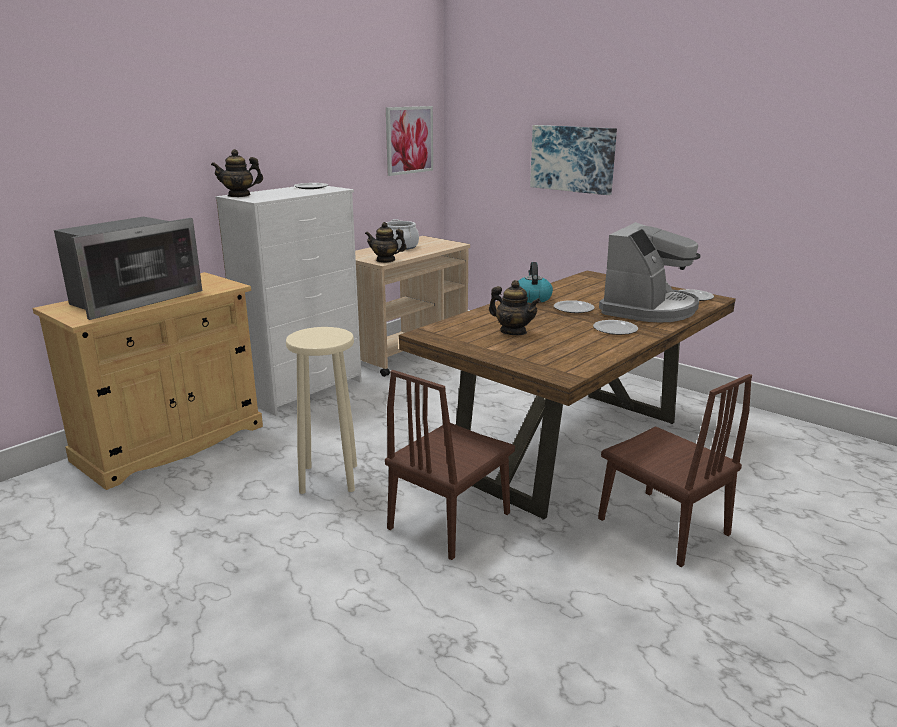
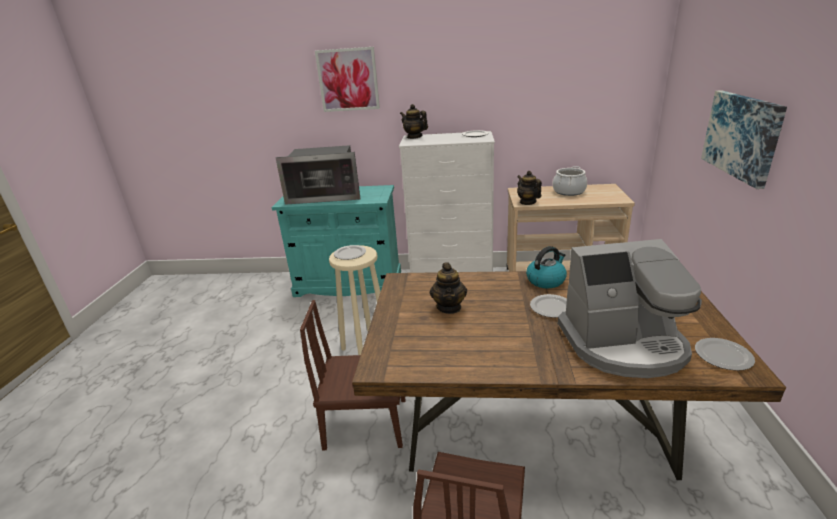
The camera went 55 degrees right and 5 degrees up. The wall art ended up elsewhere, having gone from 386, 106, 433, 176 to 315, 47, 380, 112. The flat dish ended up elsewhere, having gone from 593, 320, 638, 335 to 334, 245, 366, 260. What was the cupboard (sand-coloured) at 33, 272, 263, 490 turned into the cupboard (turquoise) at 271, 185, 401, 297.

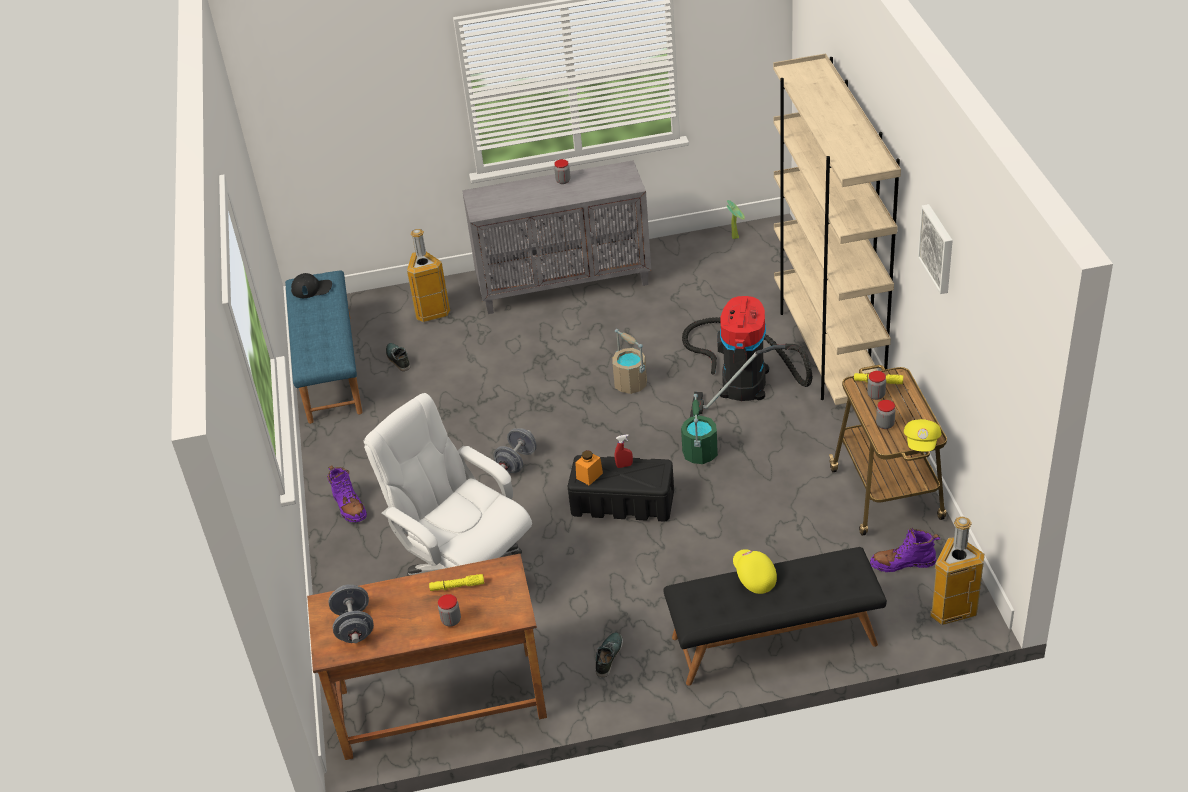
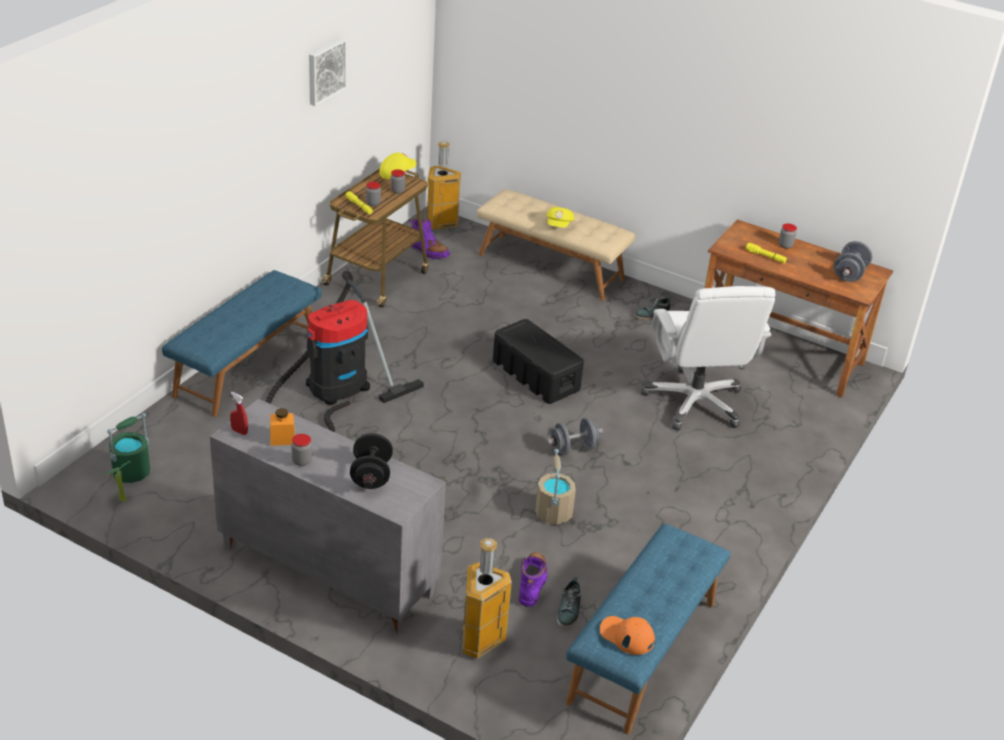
The camera went 145 degrees left and 5 degrees down. The second view gained the hand weight (black-coloured) at 350, 433, 393, 489. The tall boot (purple-coloured) ended up elsewhere, having gone from 327, 465, 367, 522 to 519, 552, 548, 607. The preserve jar (orange) ended up elsewhere, having gone from 575, 450, 603, 486 to 270, 408, 295, 446. The bucket (sand-coloured) ended up elsewhere, having gone from 612, 329, 647, 394 to 535, 449, 576, 525. The hand sprayer (red) ended up elsewhere, having gone from 615, 435, 633, 468 to 230, 392, 248, 435. The bucket (greenish) ended up elsewhere, having gone from 681, 394, 718, 464 to 107, 413, 150, 483. Where the bookcase (sand-coloured) stood at 773, 53, 901, 405, the long seat (bluish) came to stand at 162, 270, 322, 417. What was the peaked cap (black-coloured) at 291, 273, 332, 298 turned into the peaked cap (orange) at 600, 616, 655, 655. What was the long seat (black-coloured) at 664, 547, 887, 686 turned into the long seat (sand-coloured) at 477, 189, 635, 301.

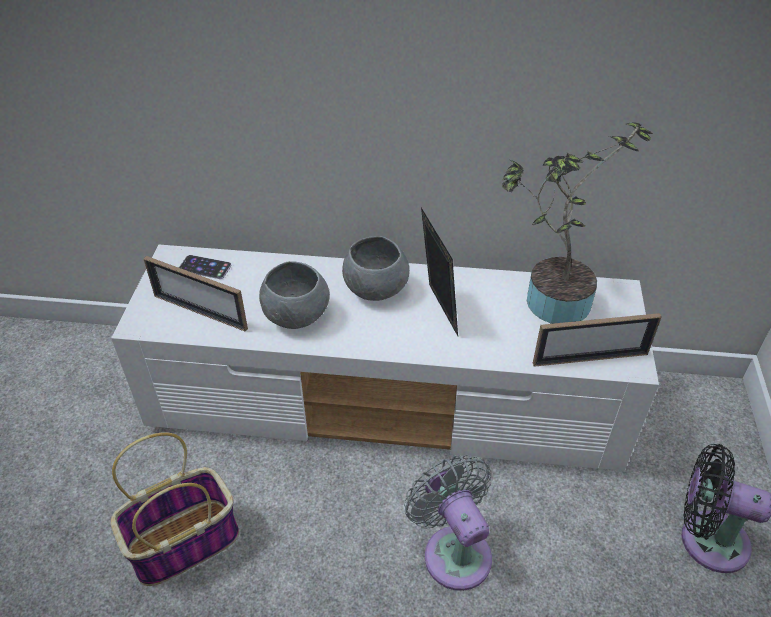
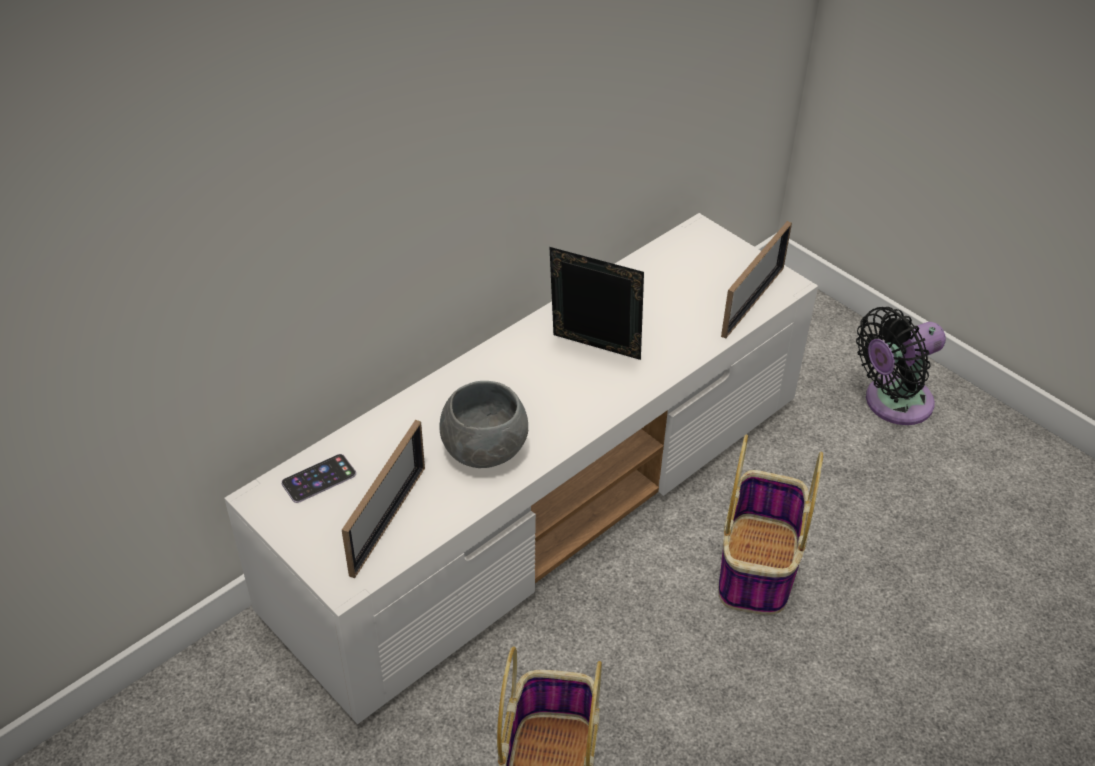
The camera went 50 degrees left and 0 degrees up. The second view lost the bowl (grey) at 342, 236, 409, 301. The second view lost the houseplant at 502, 122, 653, 324. Where the fan (grey) stood at 404, 455, 492, 591, the basket came to stand at 718, 434, 823, 615. The standing frame at 143, 256, 248, 332 ended up facing another way, 45 degrees counterclockwise from before.

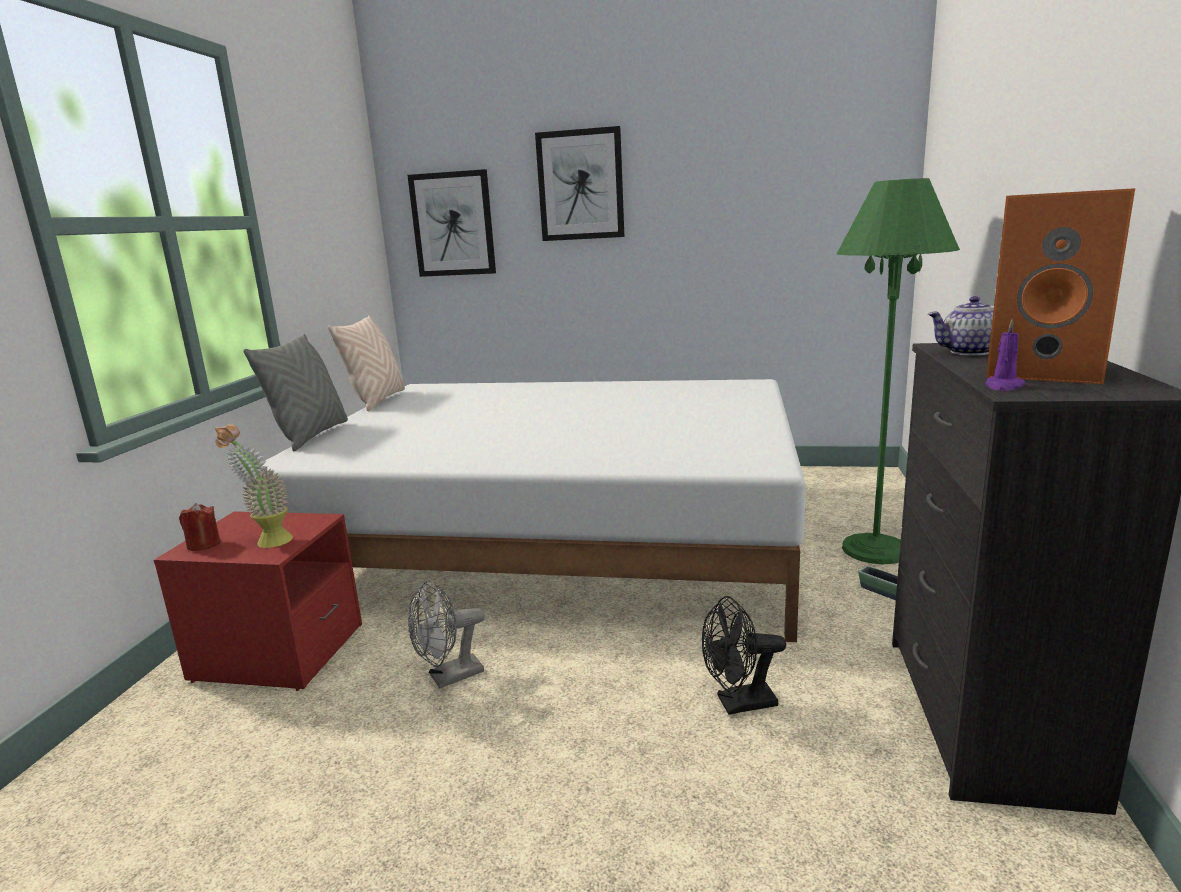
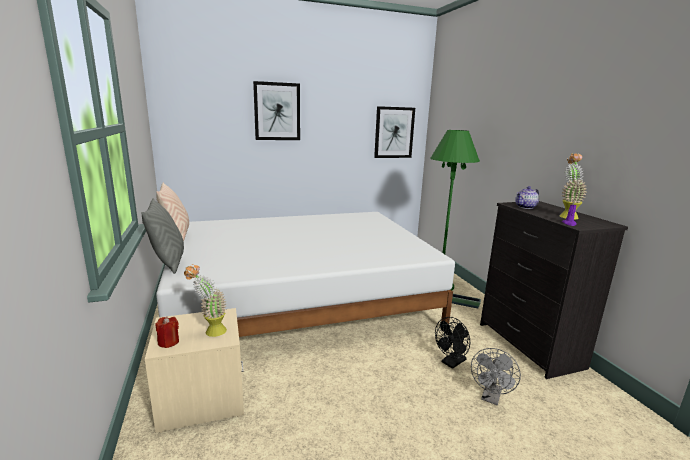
The camera went 30 degrees left and 0 degrees up. The wall art ended up elsewhere, having gone from 407, 169, 496, 277 to 374, 106, 415, 158. The fan (grey) ended up elsewhere, having gone from 408, 581, 485, 688 to 471, 348, 521, 405. Where the speaker (orange) stood at 986, 188, 1135, 384, the houseplant came to stand at 560, 153, 587, 219. What was the nightstand (red) at 154, 511, 362, 691 turned into the nightstand (sand-coloured) at 145, 308, 244, 433.

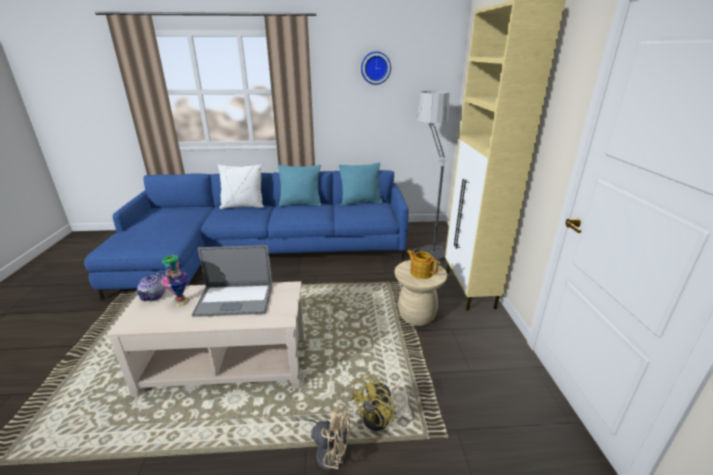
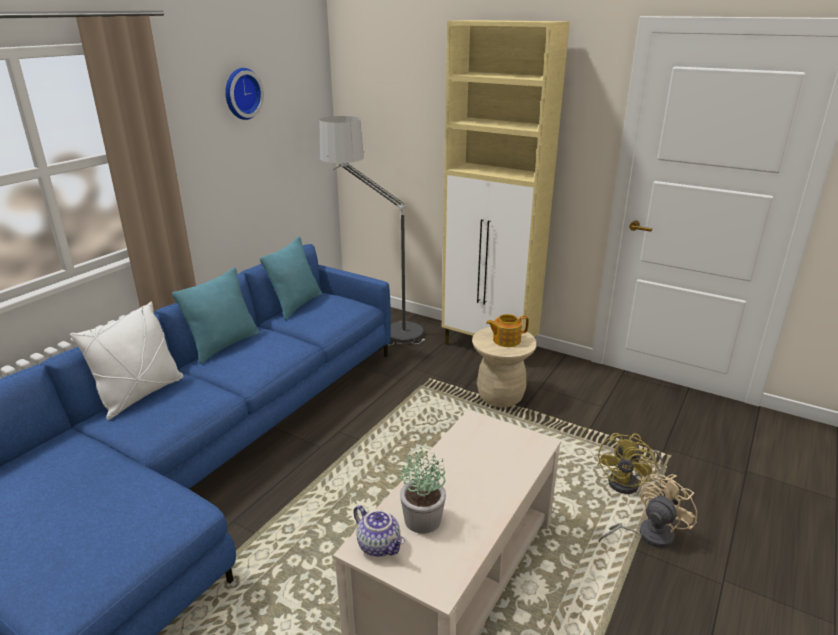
The camera went 55 degrees left and 0 degrees up. The second view lost the notebook computer at 192, 245, 272, 317. Where the flower vase stood at 161, 255, 190, 307, the houseplant came to stand at 400, 447, 446, 534. The fan (yellow) at 350, 374, 422, 431 ended up facing another way, 45 degrees clockwise from before.

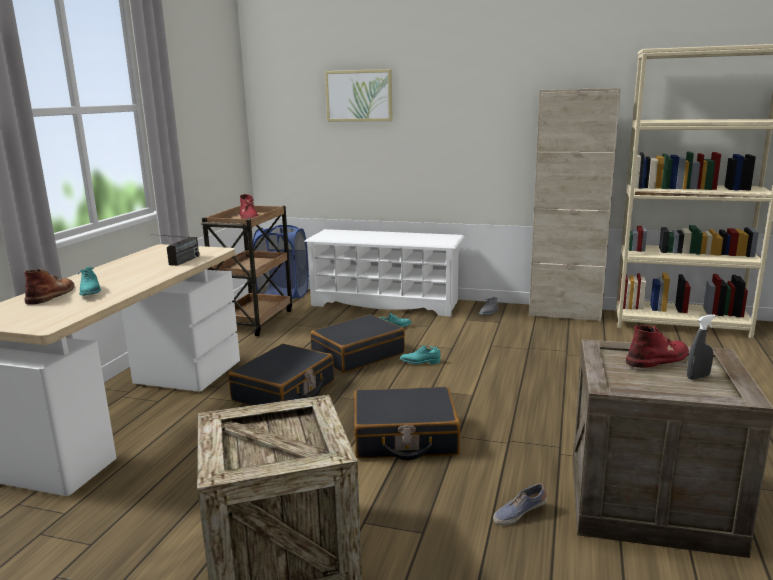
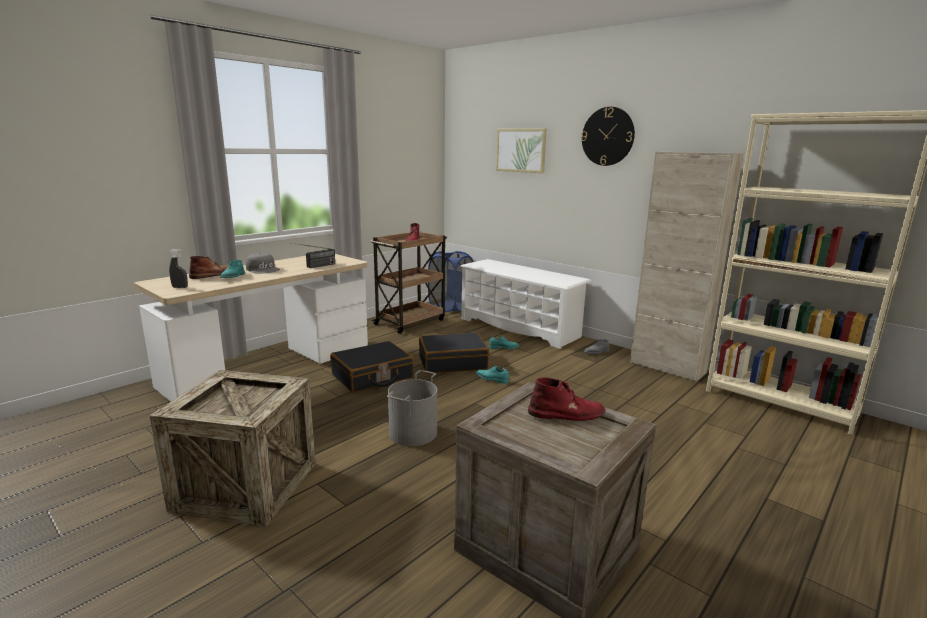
The camera went 25 degrees right and 0 degrees up. The second view lost the item of footwear at 493, 483, 547, 526. The second view gained the peaked cap (grey) at 246, 253, 280, 274. The second view gained the hanging clock at 581, 107, 635, 166. The hand sprayer (grey) ended up elsewhere, having gone from 687, 314, 716, 380 to 169, 249, 188, 288. Where the travel case (black-coloured) stood at 353, 387, 460, 460, the bucket (grey) came to stand at 387, 370, 437, 446.

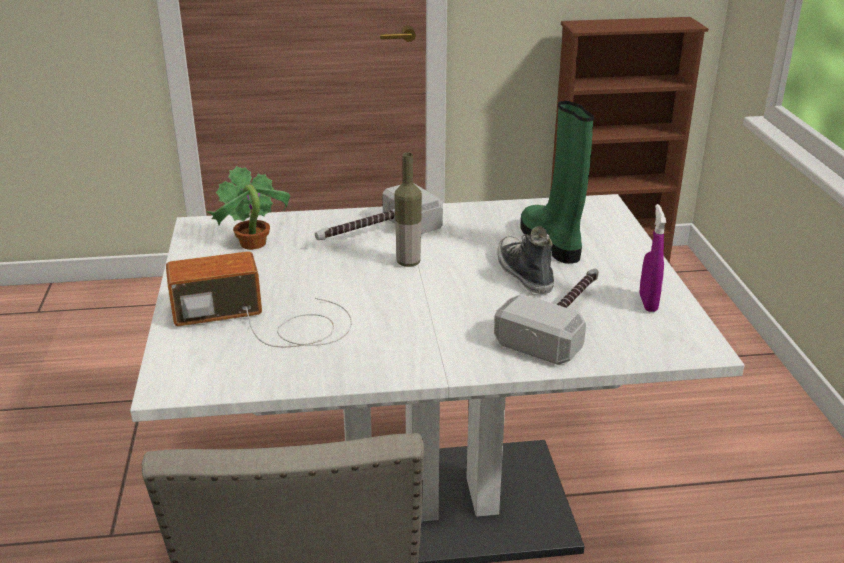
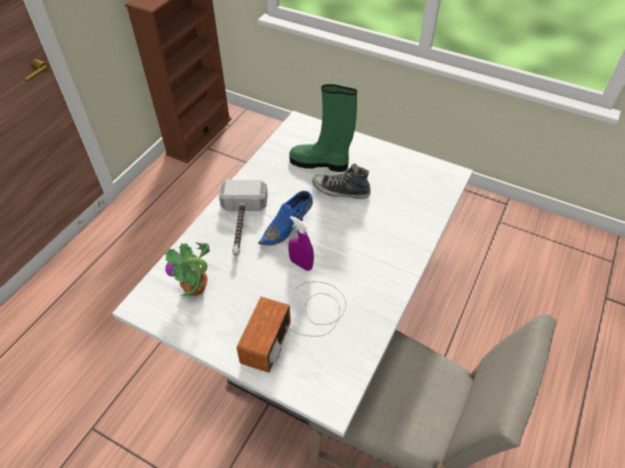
The camera went 55 degrees left and 20 degrees up. The second view lost the hammer at 494, 268, 599, 365. The hand sprayer (purple-coloured) ended up elsewhere, having gone from 640, 204, 666, 312 to 288, 216, 314, 271. Where the bottle stood at 394, 153, 422, 267, the item of footwear (bluish) came to stand at 258, 191, 313, 246.

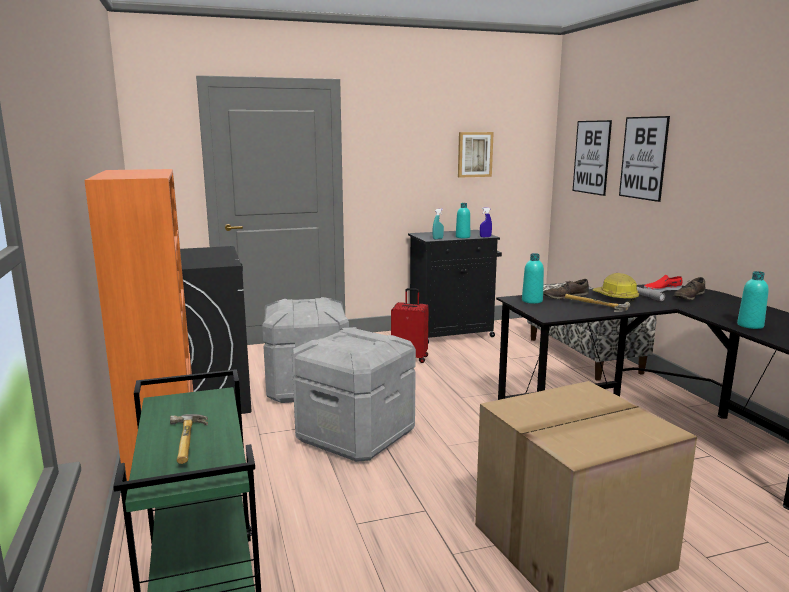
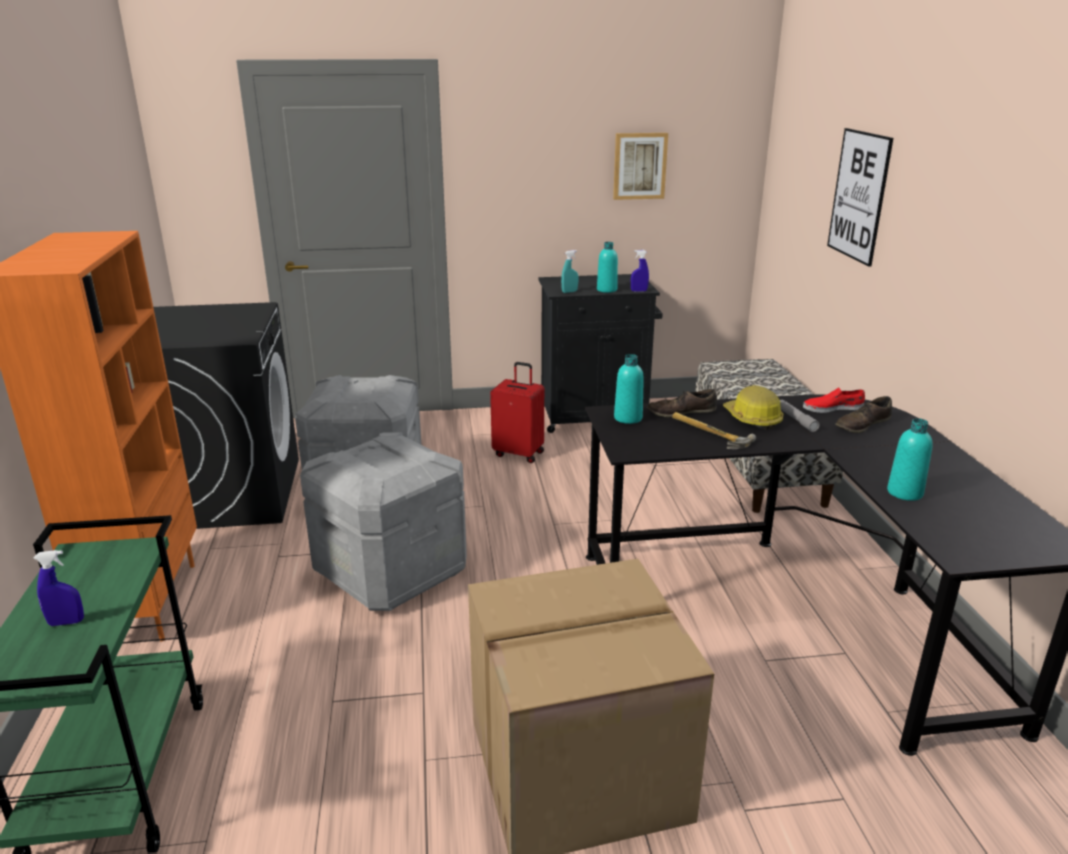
The camera went 10 degrees right and 10 degrees up. The second view lost the wall art at 573, 120, 612, 196. Where the hammer stood at 170, 414, 208, 464, the hand sprayer (bluish) came to stand at 34, 550, 84, 626.

